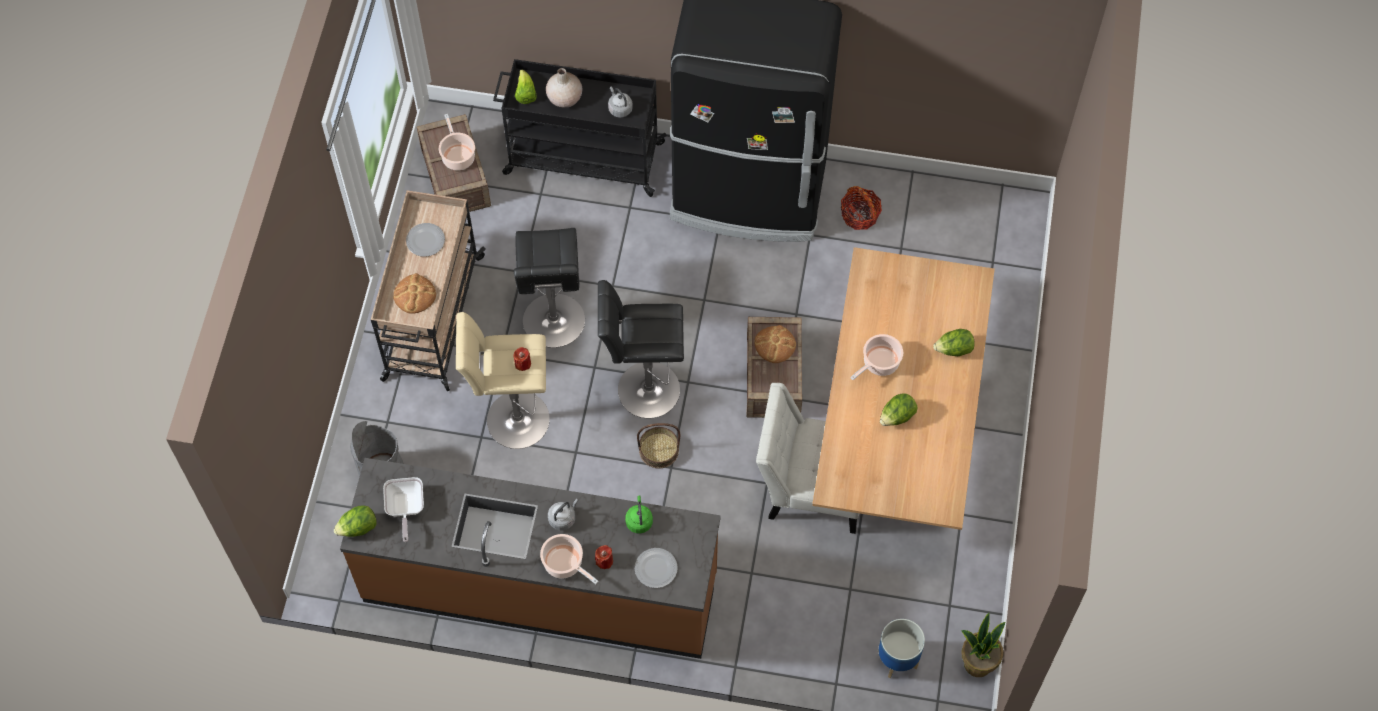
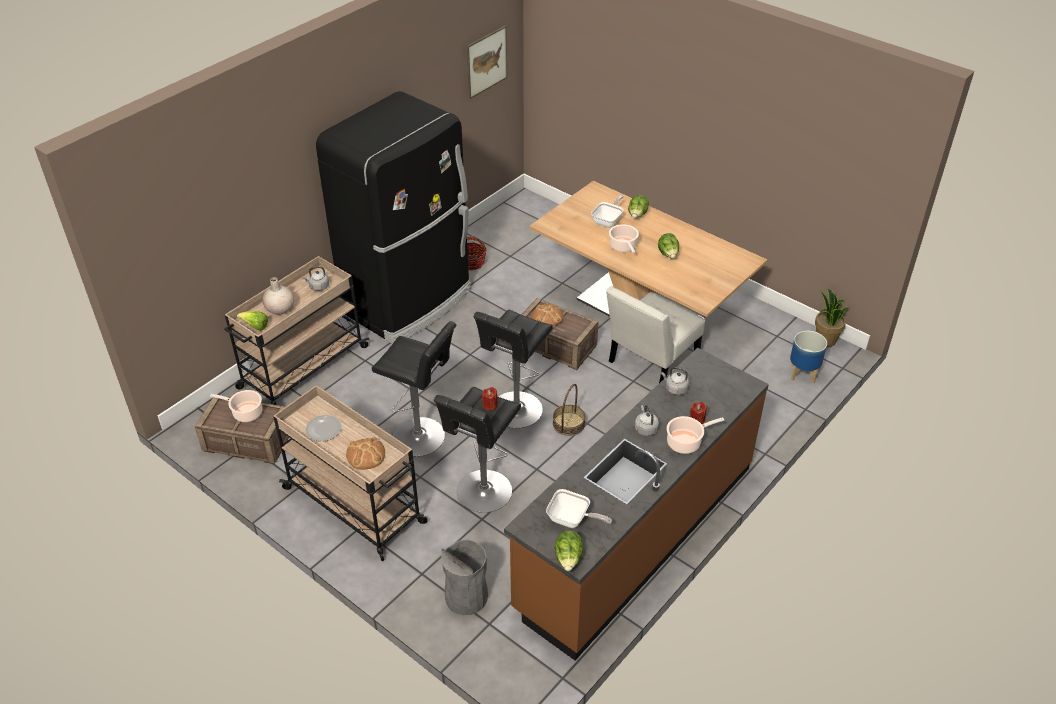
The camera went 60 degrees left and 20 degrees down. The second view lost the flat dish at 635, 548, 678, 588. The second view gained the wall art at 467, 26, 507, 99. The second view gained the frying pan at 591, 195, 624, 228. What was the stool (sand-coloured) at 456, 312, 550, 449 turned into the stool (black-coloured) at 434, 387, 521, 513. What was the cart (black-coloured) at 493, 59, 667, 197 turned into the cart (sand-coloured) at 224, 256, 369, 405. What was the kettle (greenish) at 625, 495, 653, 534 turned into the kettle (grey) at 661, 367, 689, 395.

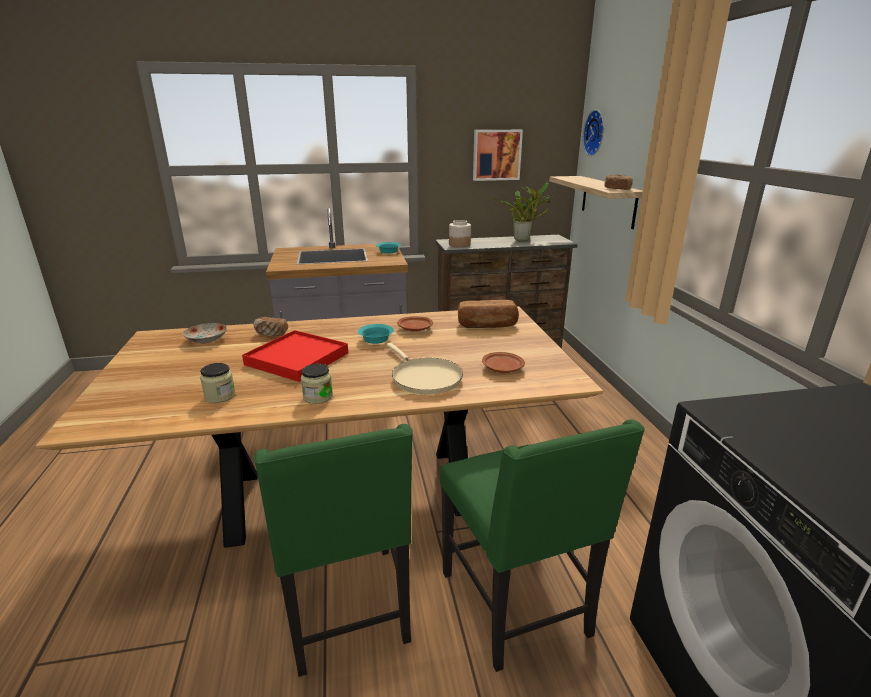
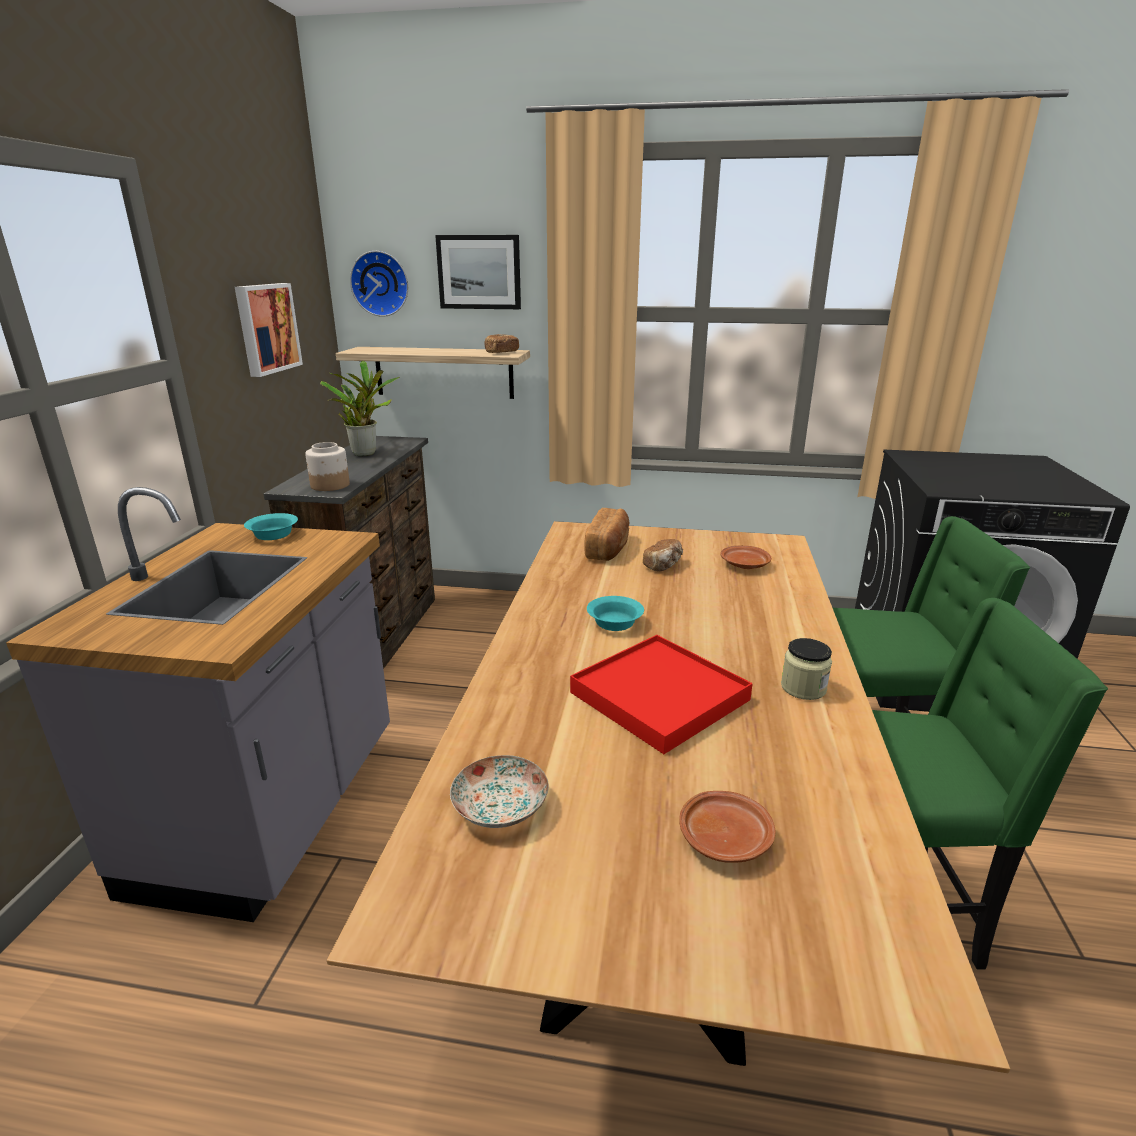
The camera went 70 degrees left and 0 degrees up. The second view lost the preserve jar at 200, 363, 236, 403. The second view lost the frying pan (sand-coloured) at 386, 343, 463, 395. The second view gained the wall art at 435, 235, 521, 309. The baked bread ended up elsewhere, having gone from 254, 317, 288, 336 to 643, 539, 683, 571. The flat dish (brown) ended up elsewhere, having gone from 397, 316, 433, 332 to 679, 791, 775, 863.

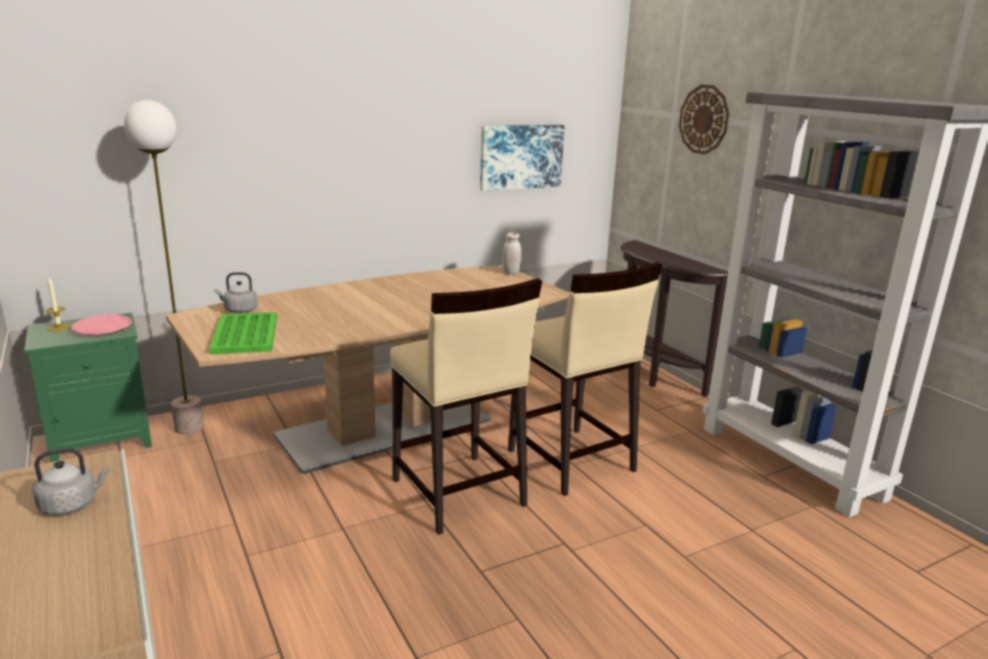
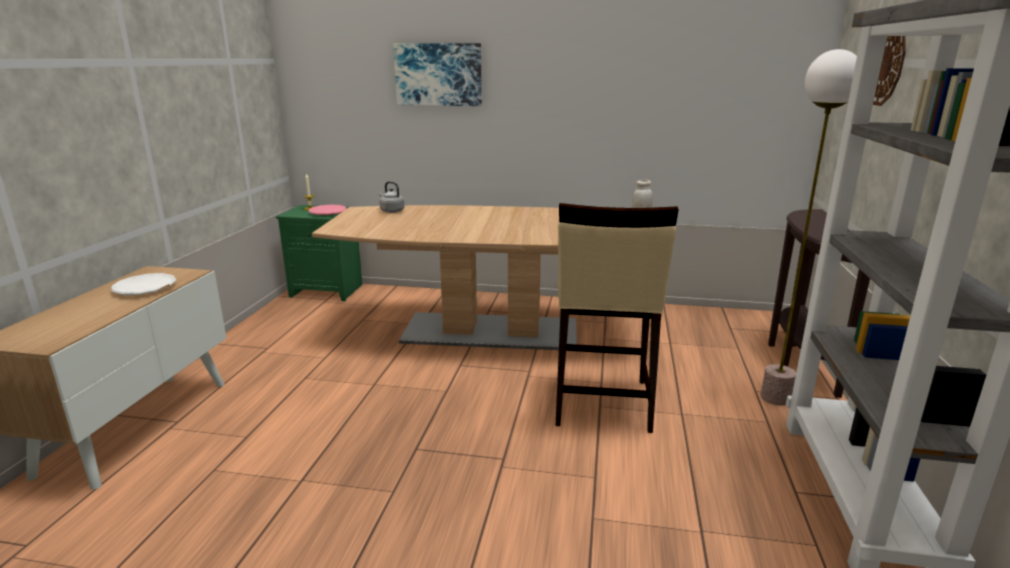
The camera went 40 degrees right and 0 degrees up. The second view lost the carrying tray (greenish) at 209, 312, 277, 354. The second view lost the stool (sand-coloured) at 390, 278, 542, 535. The standing lamp ended up elsewhere, having gone from 124, 100, 204, 434 to 761, 49, 857, 406. The wall art ended up elsewhere, having gone from 480, 125, 565, 191 to 393, 43, 482, 106. Where the kettle (grey) stood at 33, 448, 110, 515, the flat dish (white-coloured) came to stand at 111, 273, 176, 295.

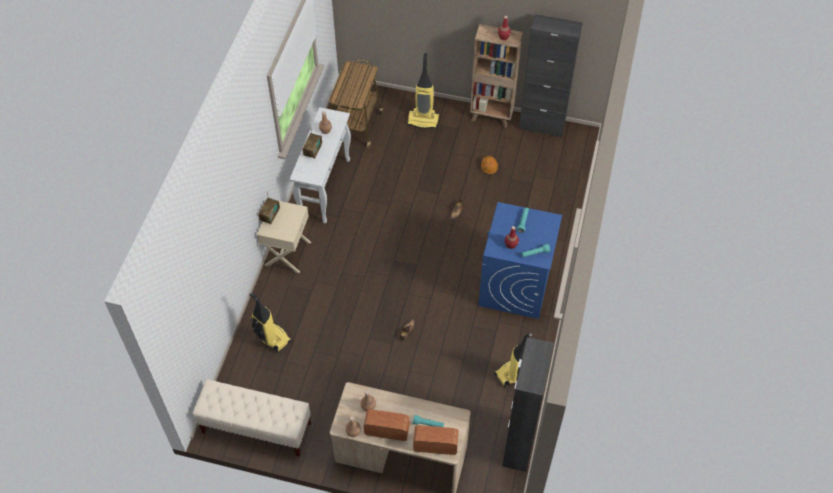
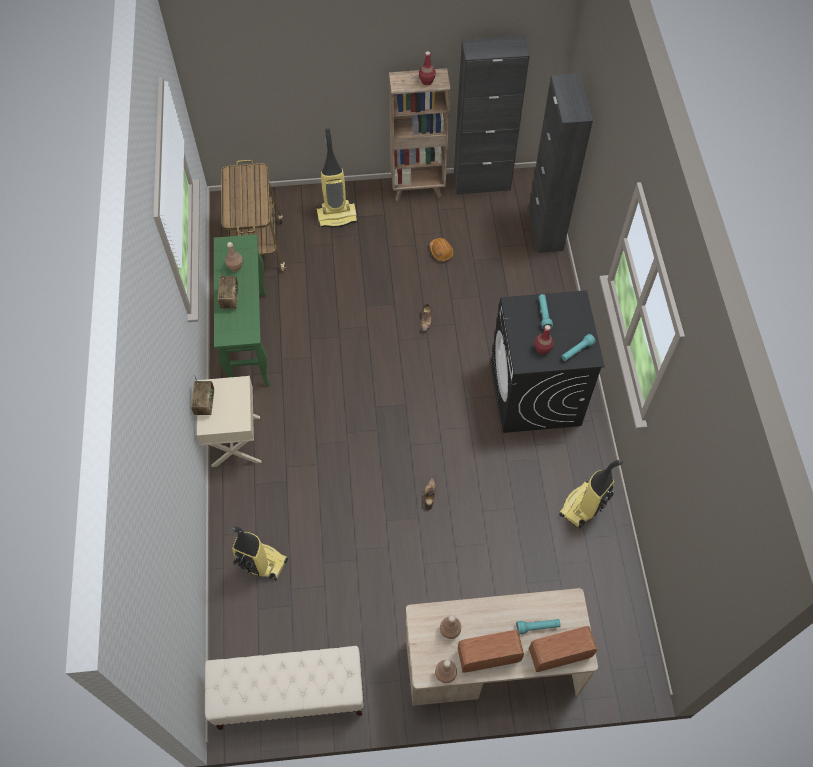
The camera went 20 degrees left and 5 degrees up. The cupboard (black-coloured) ended up elsewhere, having gone from 502, 337, 554, 472 to 529, 73, 593, 253. What was the console table (white-coloured) at 290, 107, 351, 224 turned into the console table (greenish) at 214, 234, 269, 386. What was the laundry machine (bluish) at 478, 202, 562, 319 turned into the laundry machine (black-coloured) at 491, 290, 605, 433.

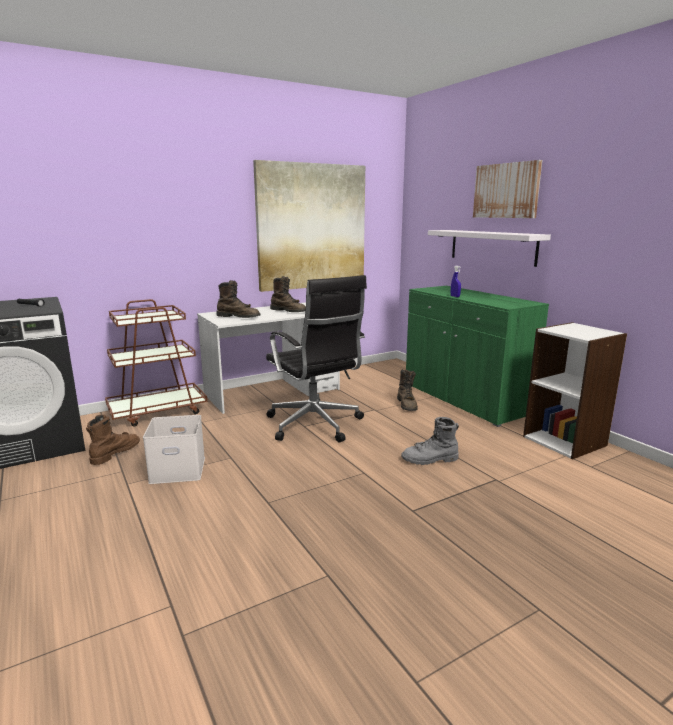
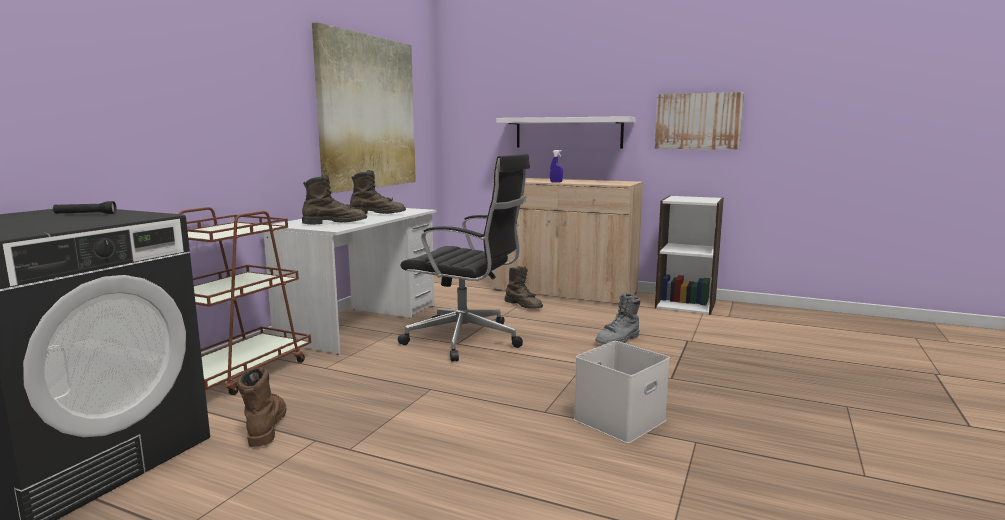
The camera went 35 degrees left and 5 degrees down. The storage bin (white-coloured) ended up elsewhere, having gone from 143, 415, 205, 484 to 574, 341, 670, 444. The wall art ended up elsewhere, having gone from 473, 160, 542, 218 to 655, 92, 744, 150. What was the cupboard (greenish) at 406, 286, 549, 427 turned into the cupboard (sand-coloured) at 492, 178, 643, 305.

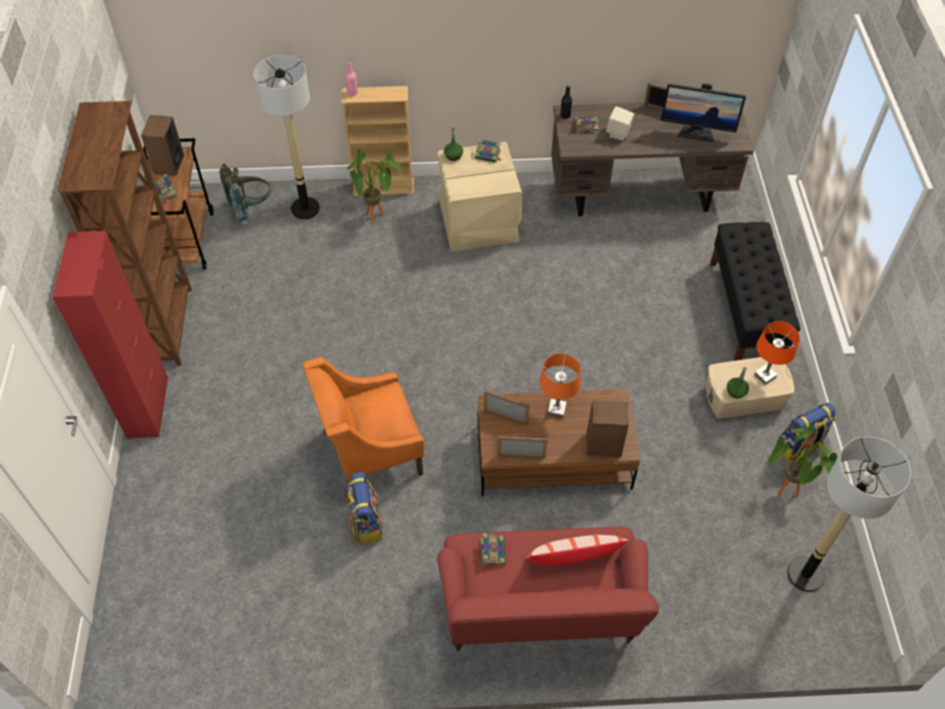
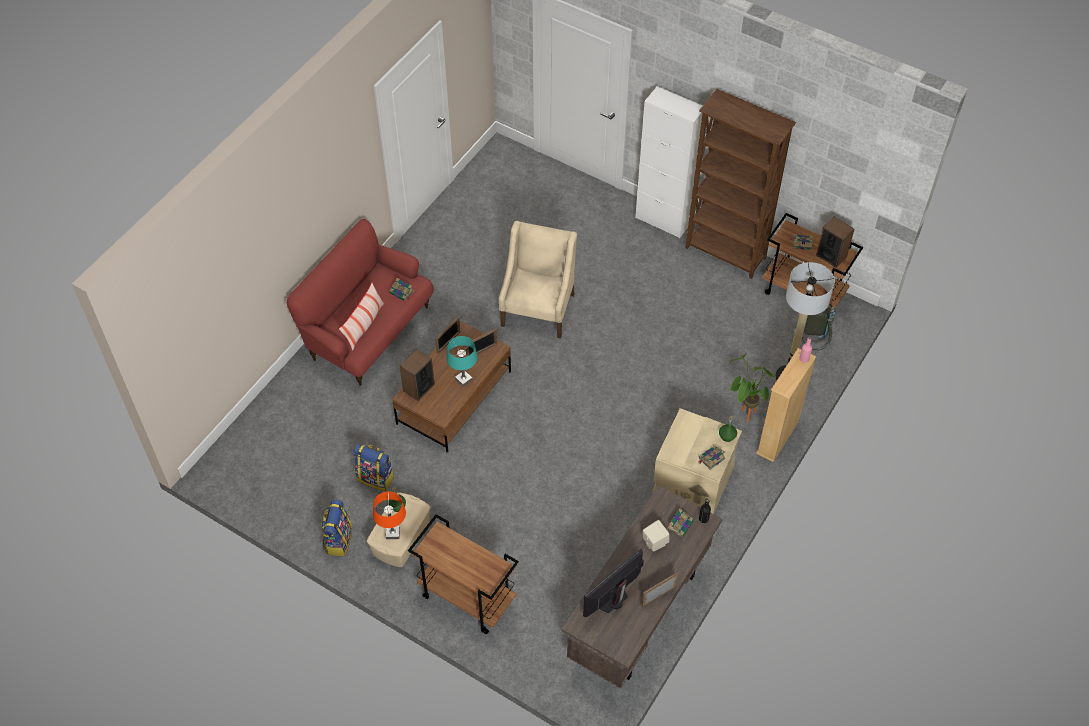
The camera went 125 degrees right and 0 degrees up. The second view lost the houseplant at 768, 424, 837, 496. The second view lost the standing lamp at 787, 437, 911, 592. The knapsack ended up elsewhere, having gone from 347, 472, 383, 544 to 353, 444, 395, 491. Where the long seat (black-coloured) stood at 710, 222, 800, 361, the cart (brown) came to stand at 408, 514, 519, 634. What was the cupboard (red) at 52, 231, 168, 438 turned into the cupboard (white-coloured) at 635, 86, 702, 238. What was the armchair (orange) at 302, 357, 424, 498 turned into the armchair (sand-coloured) at 499, 221, 577, 339. What was the lamp for a table (orange) at 540, 353, 581, 418 turned into the lamp for a table (turquoise) at 447, 336, 478, 387.

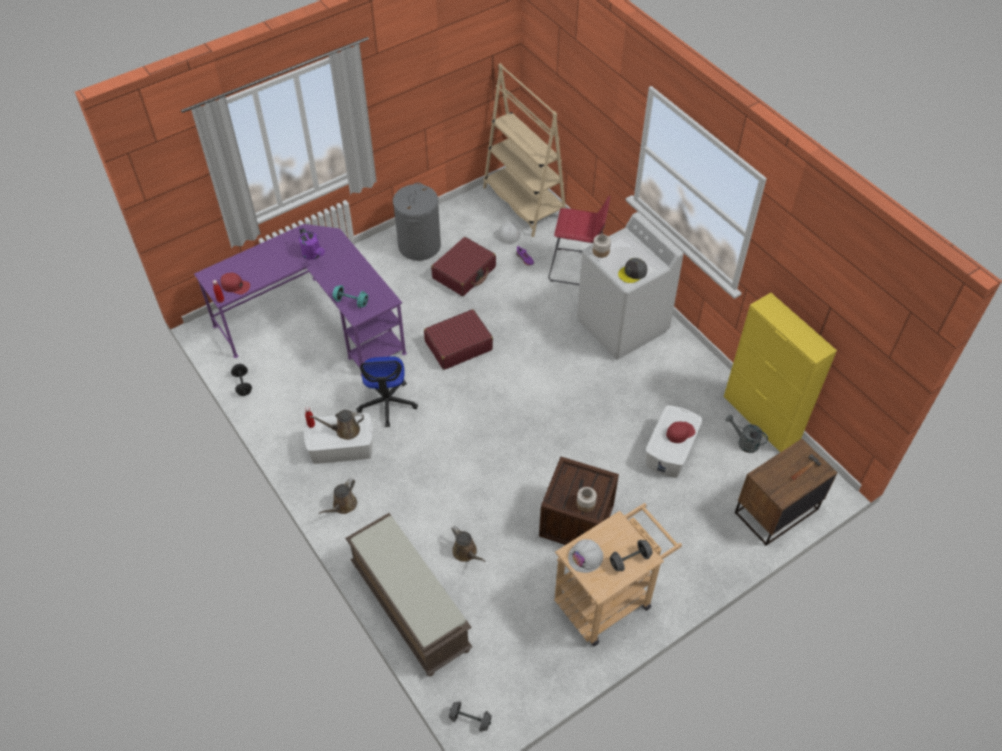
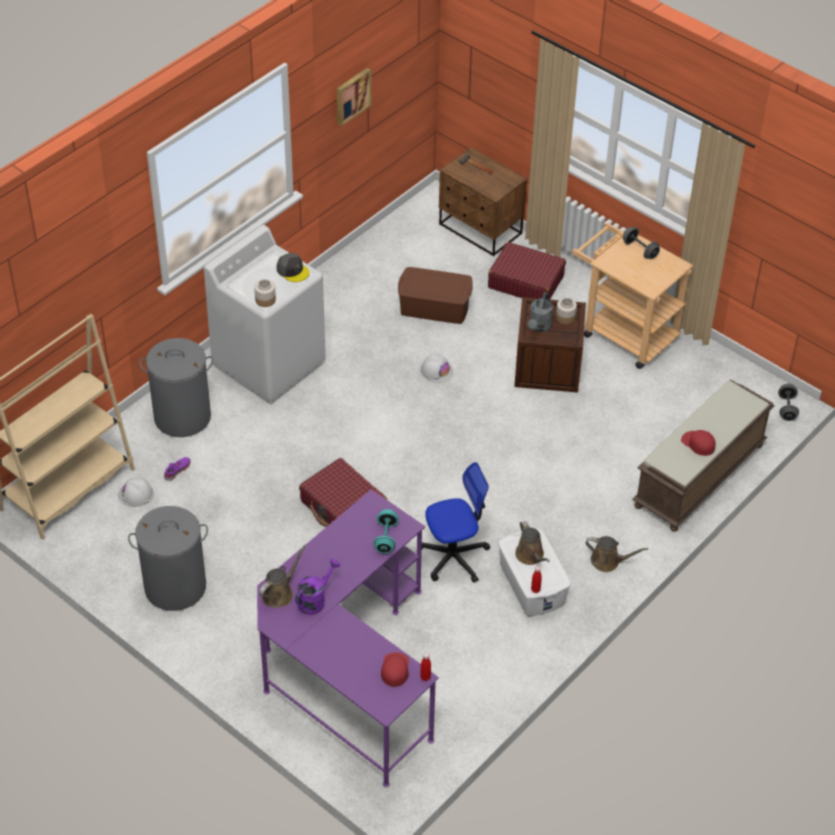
The camera went 105 degrees left and 5 degrees down. The second view lost the hand weight (black-coloured) at 231, 364, 252, 396. The second view lost the cupboard (yellow) at 724, 293, 837, 452. The second view gained the wall art at 337, 68, 371, 126. The travel case (red) ended up elsewhere, having gone from 431, 237, 496, 296 to 488, 242, 566, 300. The watering pot (brown) ended up elsewhere, having gone from 451, 526, 486, 562 to 259, 544, 306, 608. The hard hat (white-coloured) ended up elsewhere, having gone from 568, 539, 603, 573 to 420, 353, 453, 383. The peaked cap (red) ended up elsewhere, having gone from 666, 422, 695, 443 to 681, 430, 716, 456. The watering pot (grey) ended up elsewhere, having gone from 725, 415, 768, 453 to 528, 292, 553, 332. Where the stool (red) stood at 548, 196, 610, 285, the laundry basket (grey) came to stand at 139, 338, 213, 437. What was the storage bin (white-coloured) at 646, 405, 703, 478 turned into the storage bin (brown) at 398, 267, 473, 324.

